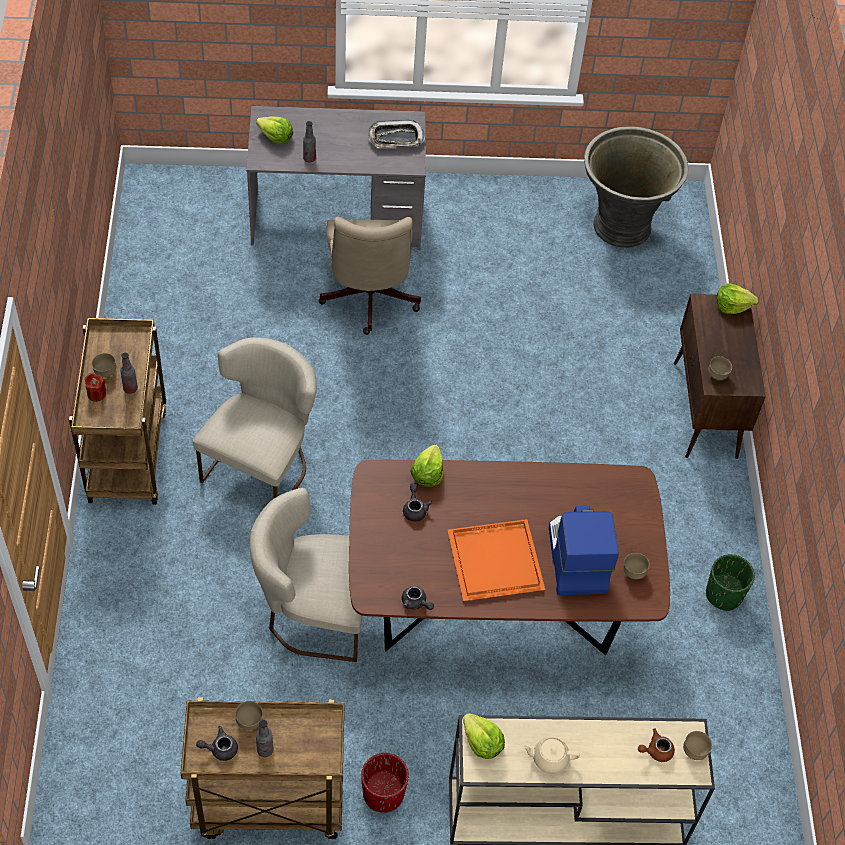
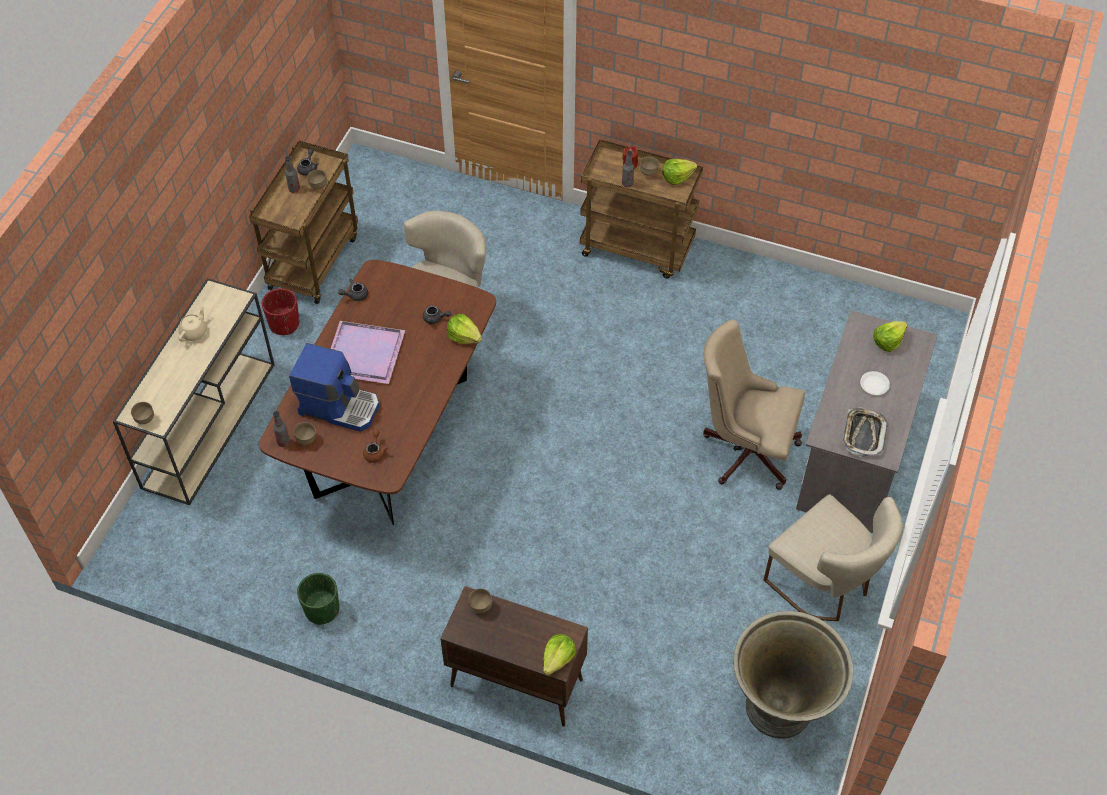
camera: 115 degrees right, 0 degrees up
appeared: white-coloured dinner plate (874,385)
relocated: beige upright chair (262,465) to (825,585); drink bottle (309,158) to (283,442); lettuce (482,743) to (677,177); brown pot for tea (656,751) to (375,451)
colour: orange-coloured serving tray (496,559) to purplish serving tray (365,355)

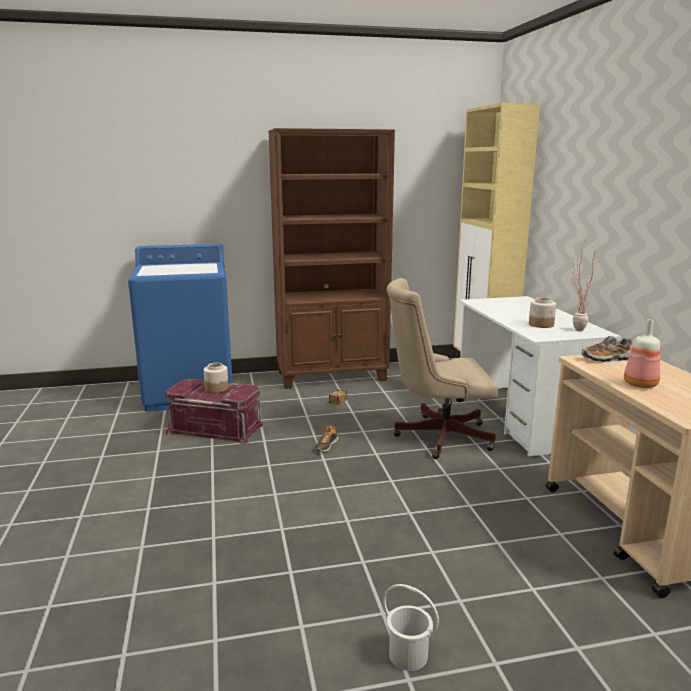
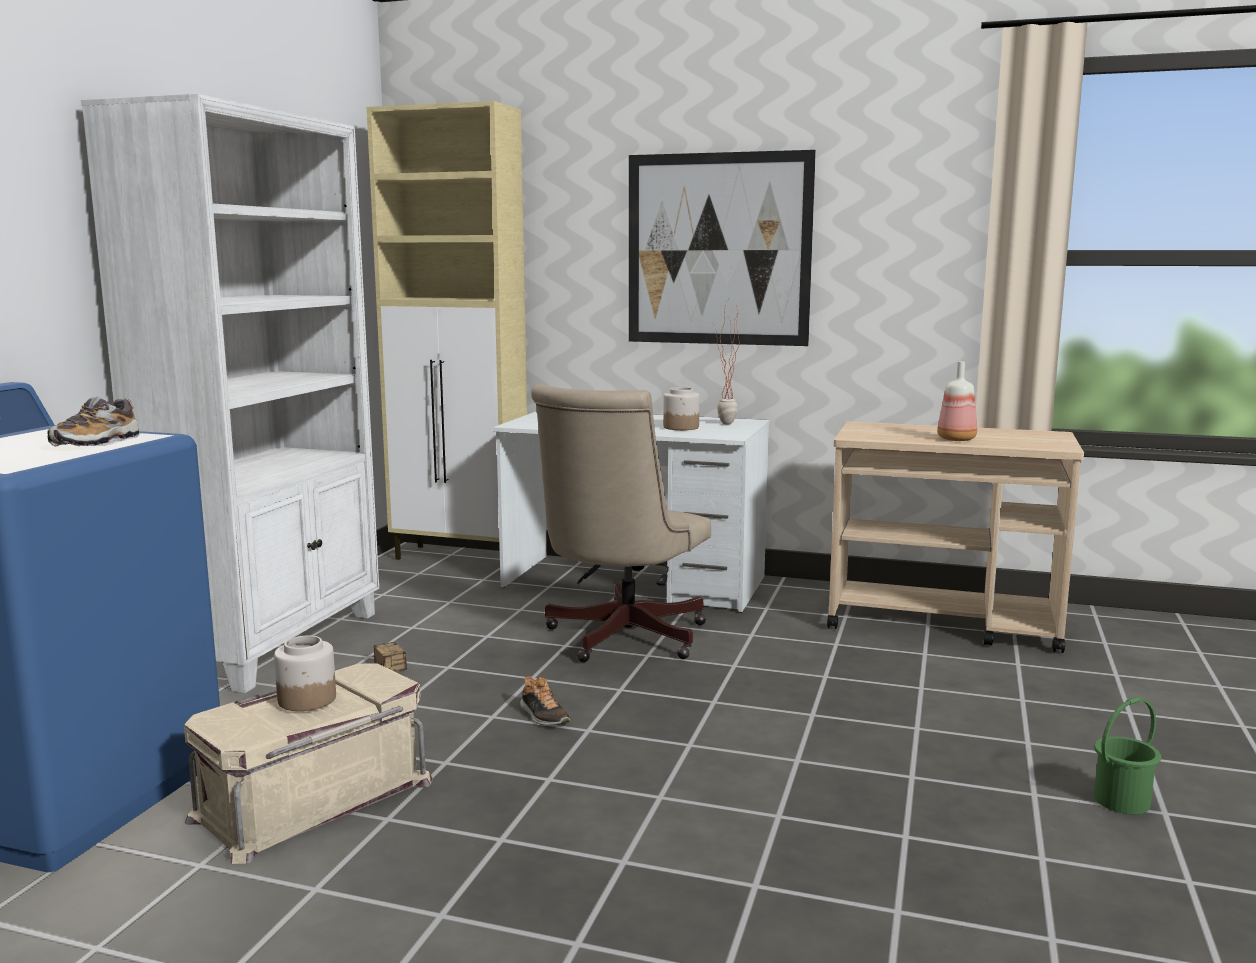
camera: 60 degrees left, 5 degrees down
appeared: wall art (718,250)
relocated: low shoe (606,359) to (96,443)
colour: red storage container (216,428) to beige storage container (312,798); brown bookshelf (332,376) to white-coloured bookshelf (273,643); white-coloured bucket (408,656) to greenish bucket (1122,801)

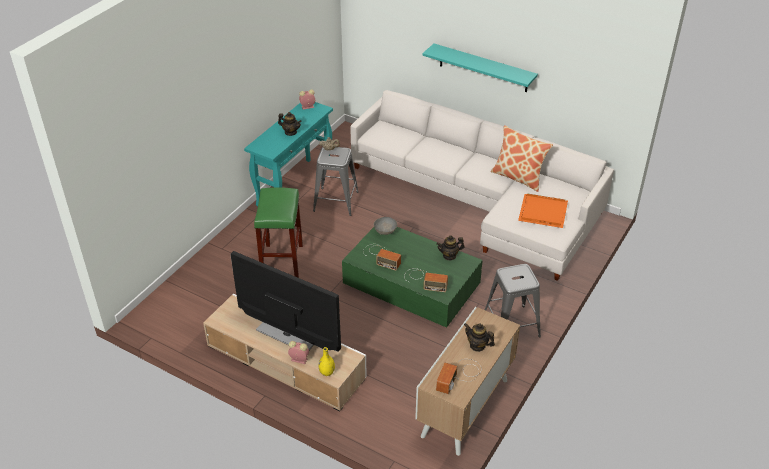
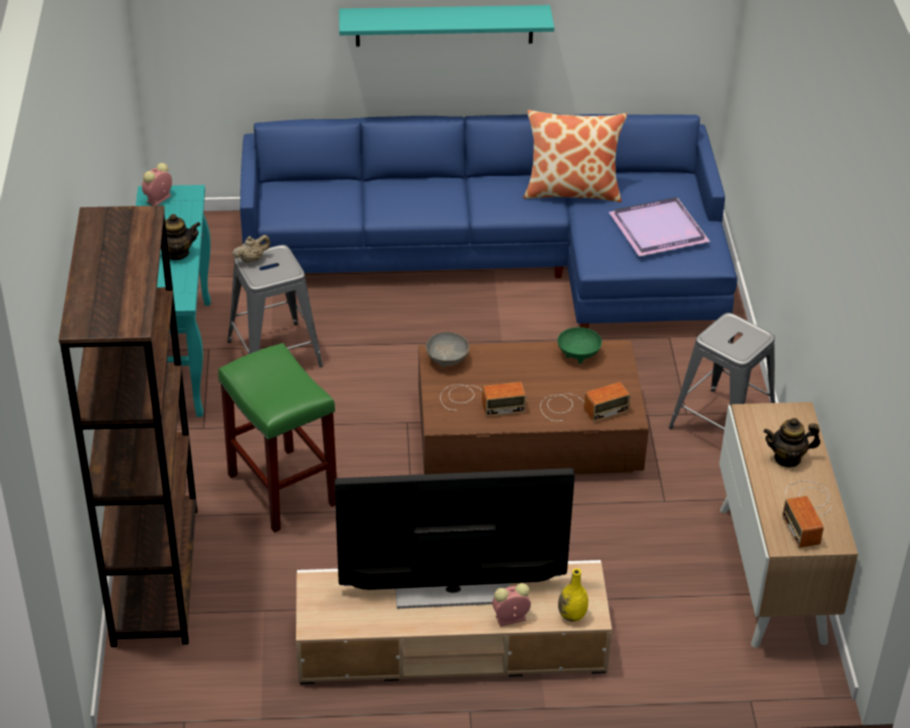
camera: 35 degrees left, 0 degrees up
appeared: brown bookshelf (155,575)
exchanged: pot for tea (449,256) to greenish deep dish (579,354)
colour: greenish lounge table (411,287) to brown lounge table (529,436); white-coloured settee (483,201) to bluish settee (506,256); orange-coloured serving tray (542,212) to purplish serving tray (657,230)

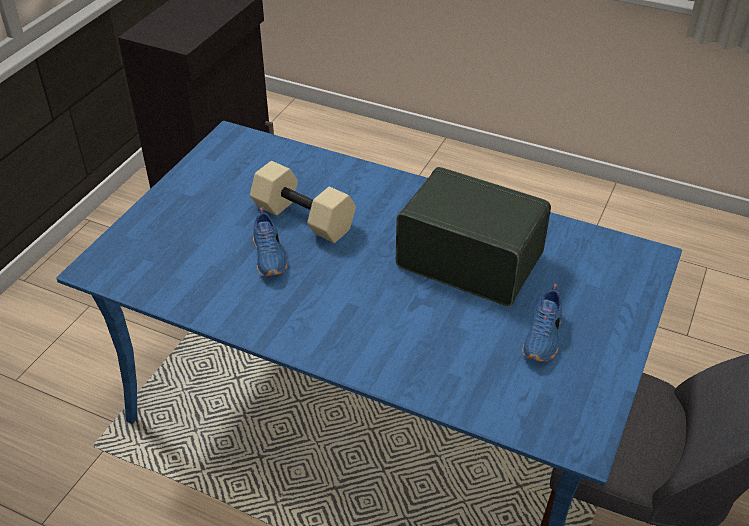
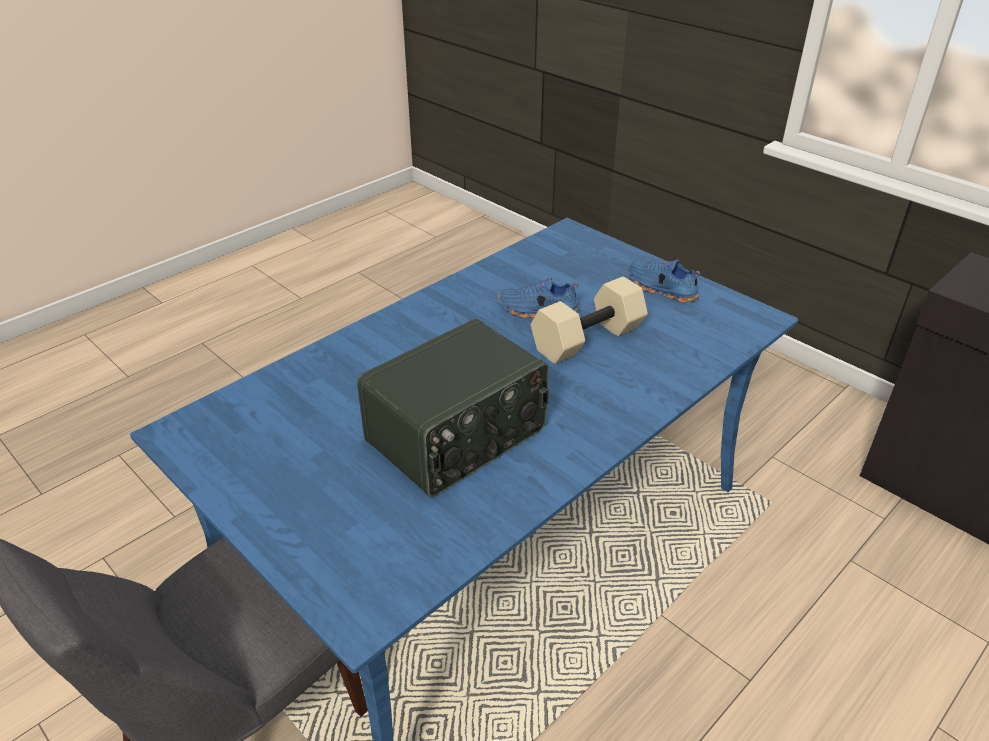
camera: 110 degrees right, 5 degrees down
relocated: bluish low shoe (544,337) to (661,289)

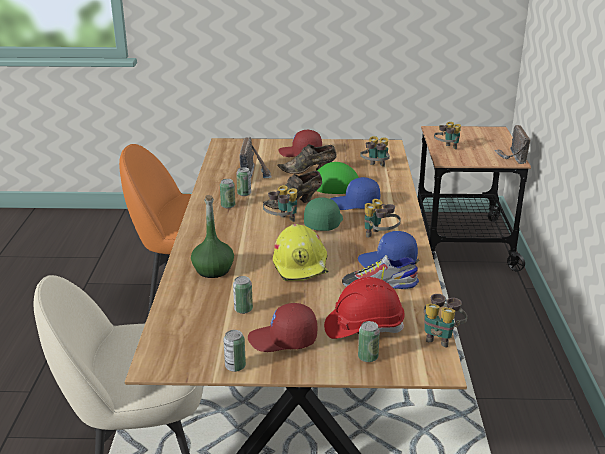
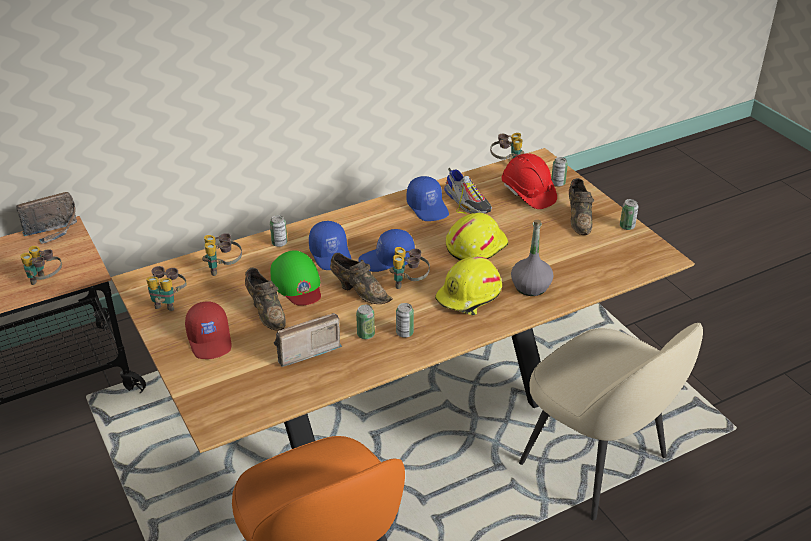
camera: 120 degrees left, 10 degrees up
appeared: yellow-coloured hard hat (469,296)
relocated: sealed can (243,309) to (279,243); pair of binoculars (379,237) to (168,302)
exchanged: red cap (283,340) to brown low shoe (579,219)
colour: greenish drink bottle (213,270) to gray drink bottle (530,286); greenish cap (323,222) to bluish cap (387,260)

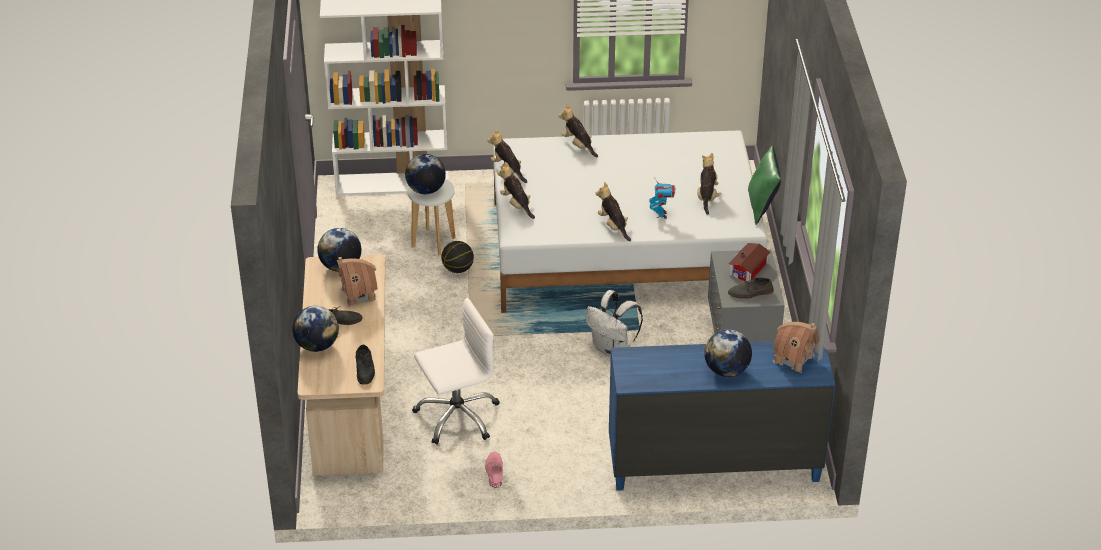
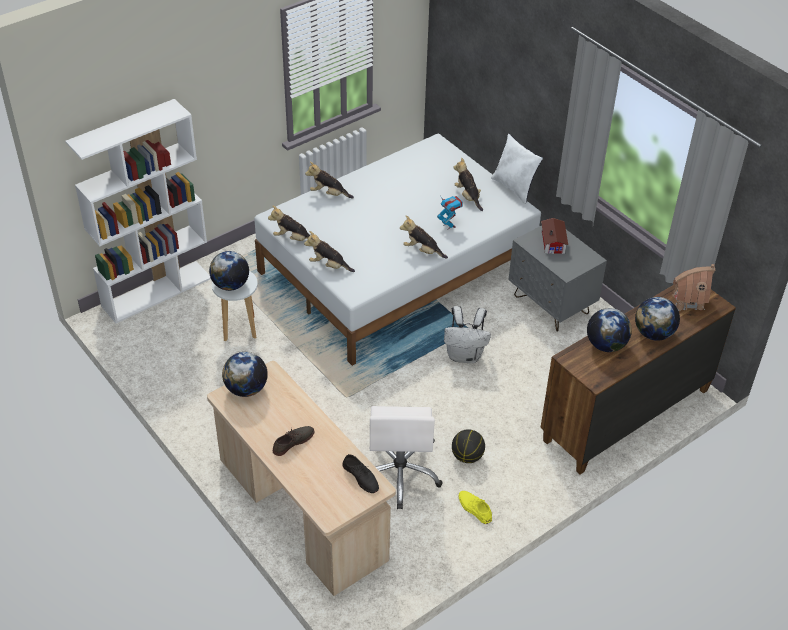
camera: 35 degrees left, 5 degrees up
missing: miniature house (358,294); gray low shoe (750,293)
relocated: globe (317,345) to (606,345); basketball (458,269) to (467,456)
colour: pink low shoe (494,471) to yellow-coloured low shoe (474,508); bluish dresser (713,464) to brown dresser (625,415); greenish pillow (762,207) to white-coloured pillow (514,188)
spun: white-coloured computer chair (457,416) = (400,474) 150 degrees clockwise

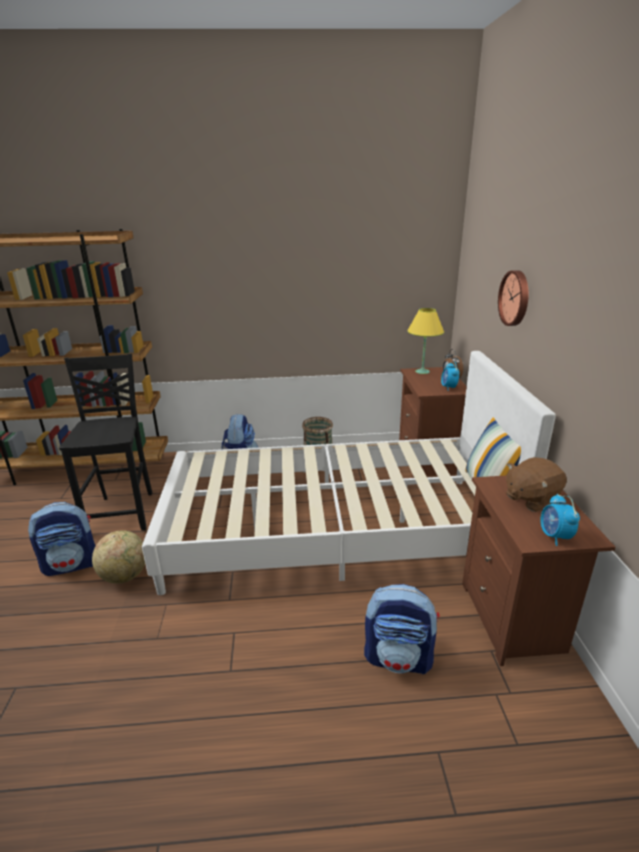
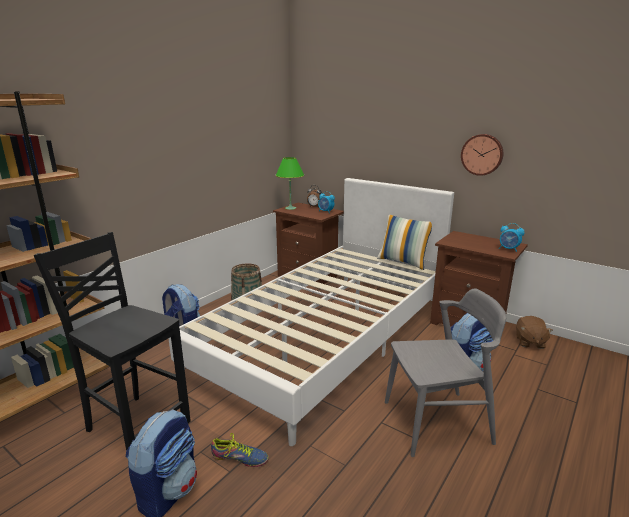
camera: 50 degrees left, 5 degrees down
appeared: gray upright chair (437,422)
relocated: hanging clock (515,298) to (482,154); brown cuddly toy (531,498) to (529,342)
exchanged: globe (125,575) to low shoe (239,458)
colour: yellow-coloured table lamp (422,371) to greenish table lamp (290,208)

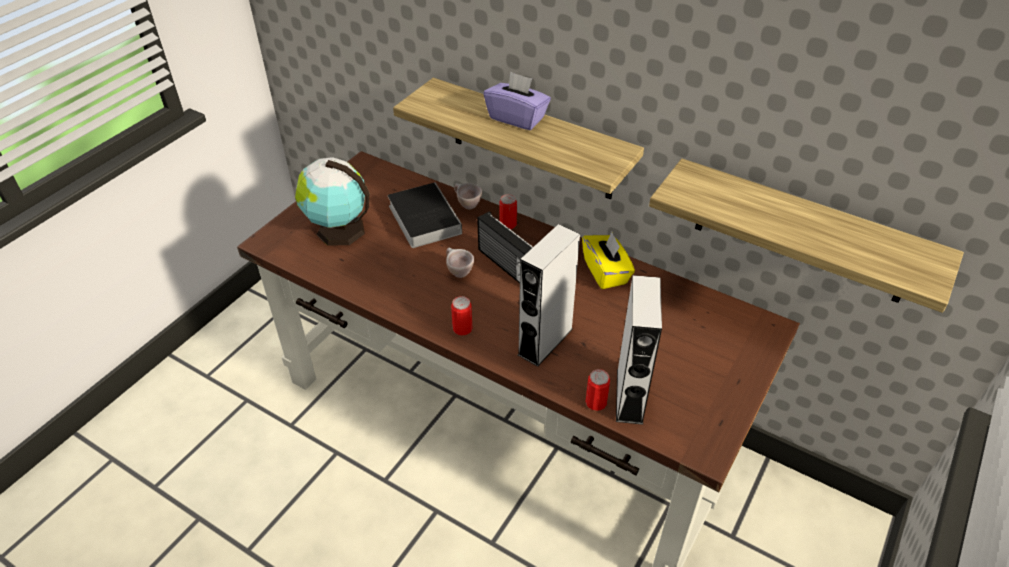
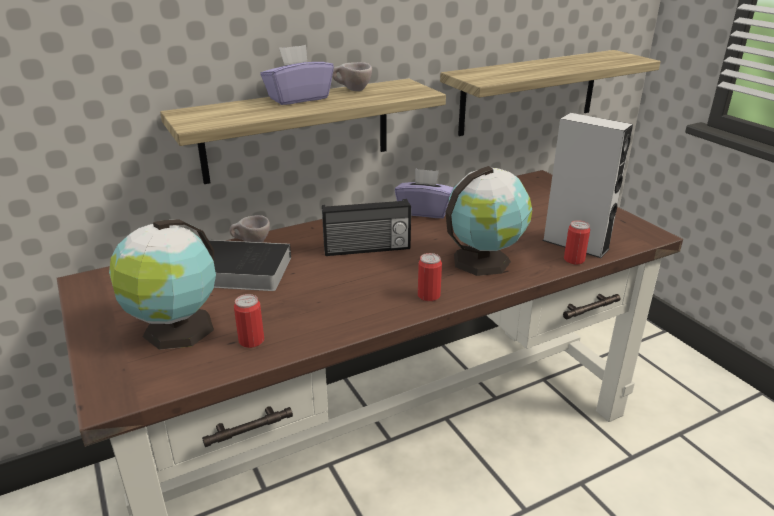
camera: 60 degrees left, 15 degrees down
relocated: beige cup (457,272) to (352,90); sealed can (508,224) to (251,340)
exchanged: gray audio speaker (545,341) to globe (484,260)
colour: yellow-coloured tissue box (606,272) to purplish tissue box (424,211)

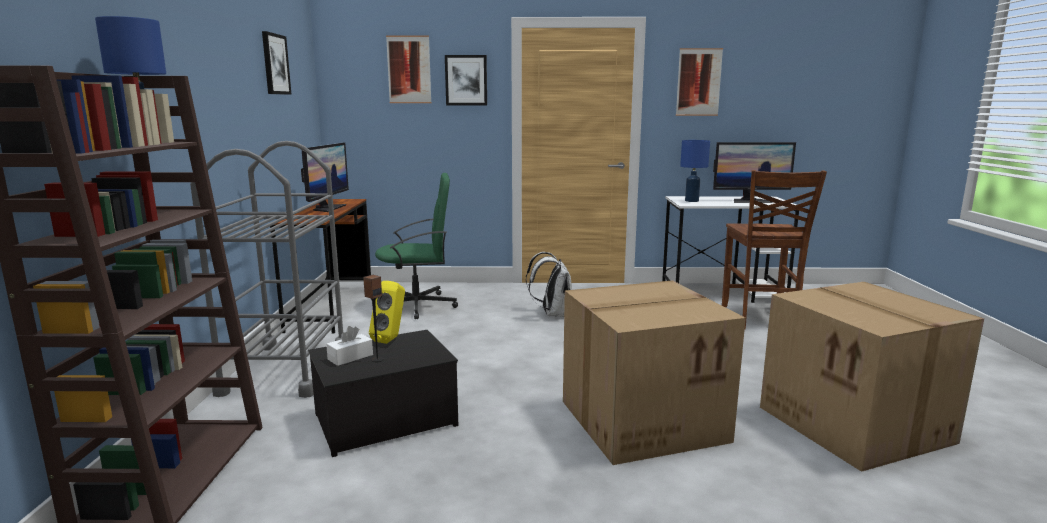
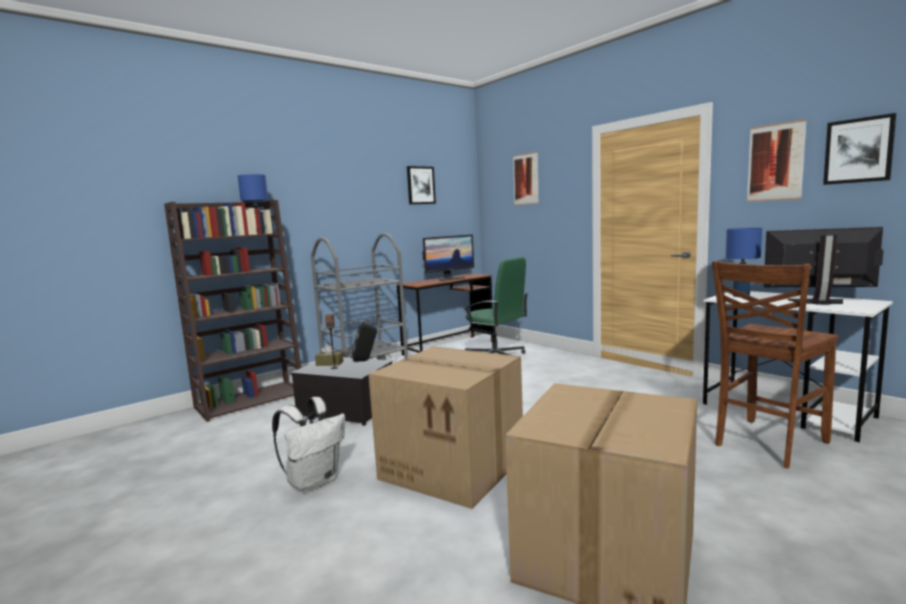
camera: 50 degrees right, 5 degrees down
relocated: wall art (466,80) to (858,150); white-coloured backpack (552,314) to (314,481)
colour: white-coloured tissue box (350,357) to brown tissue box (329,363); yellow-coloured audio speaker (391,339) to blackish audio speaker (365,360)
spun: computer display (749,201) = (819,302) 150 degrees clockwise

